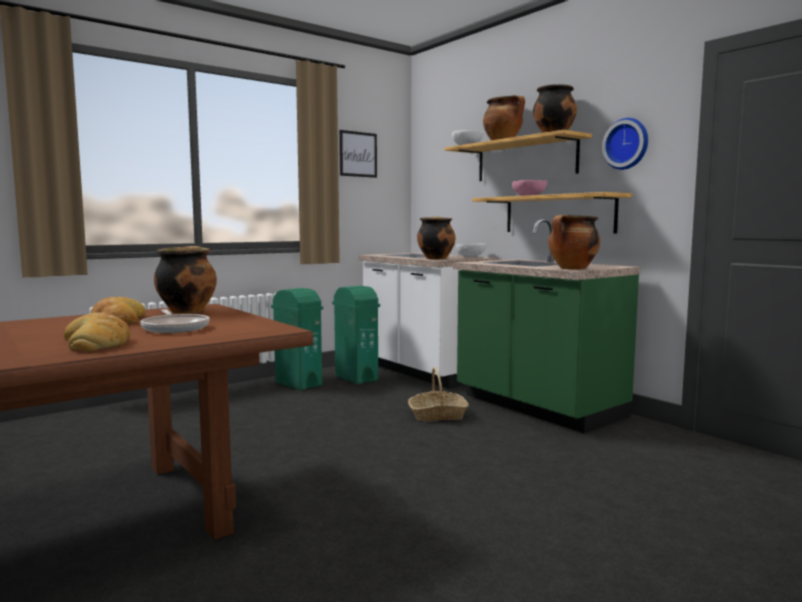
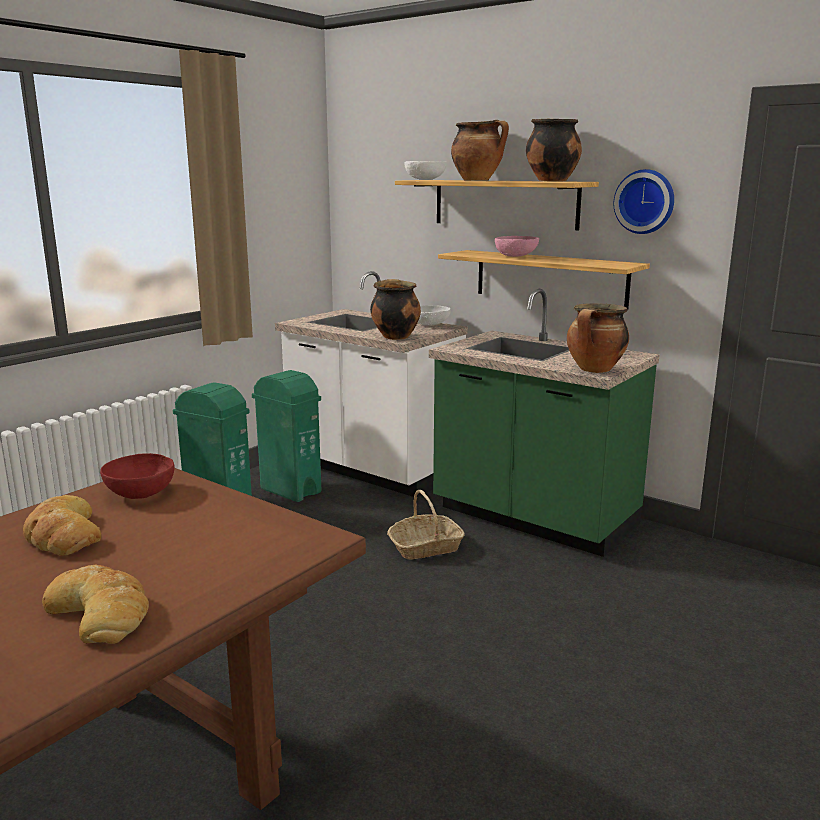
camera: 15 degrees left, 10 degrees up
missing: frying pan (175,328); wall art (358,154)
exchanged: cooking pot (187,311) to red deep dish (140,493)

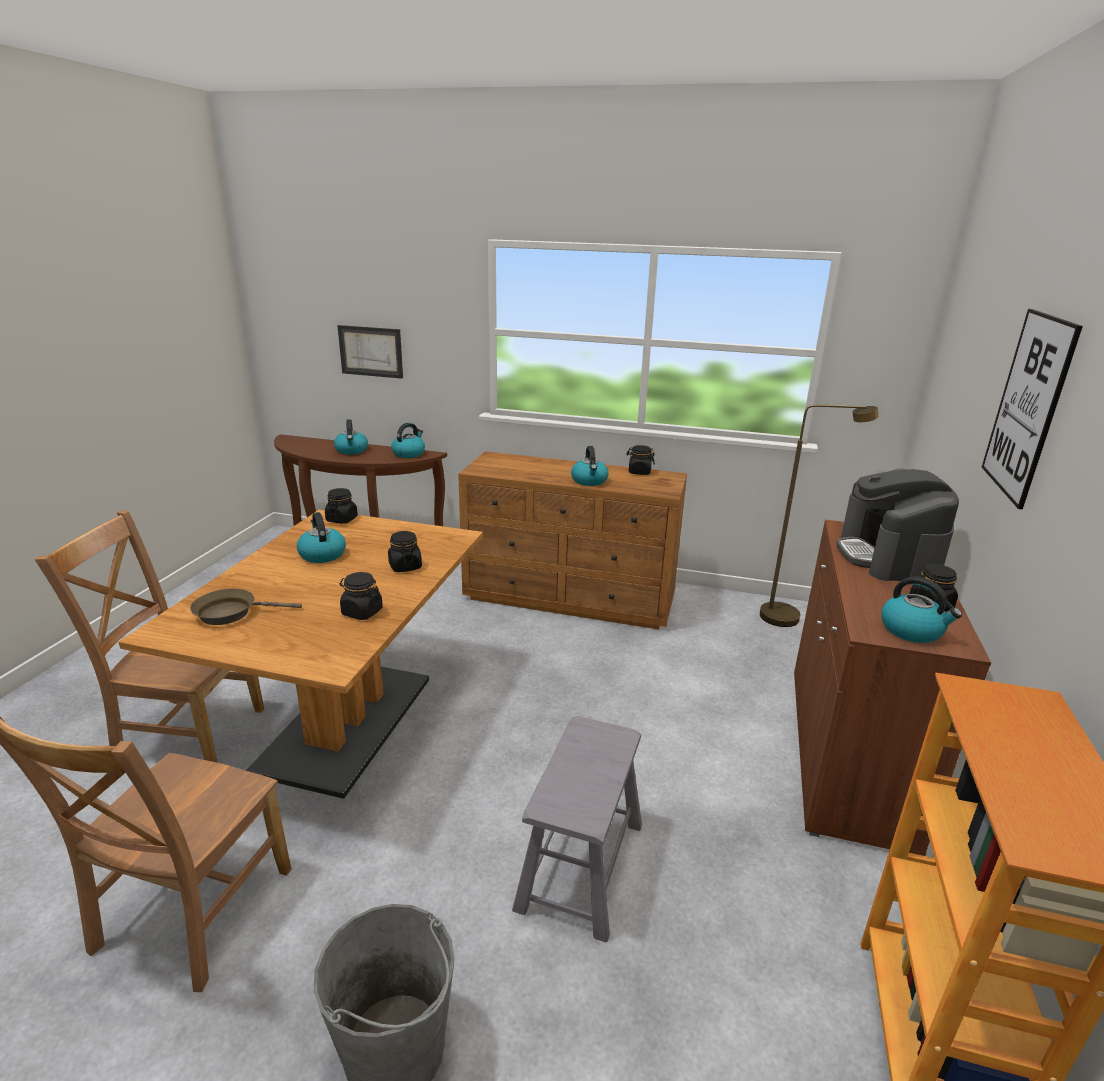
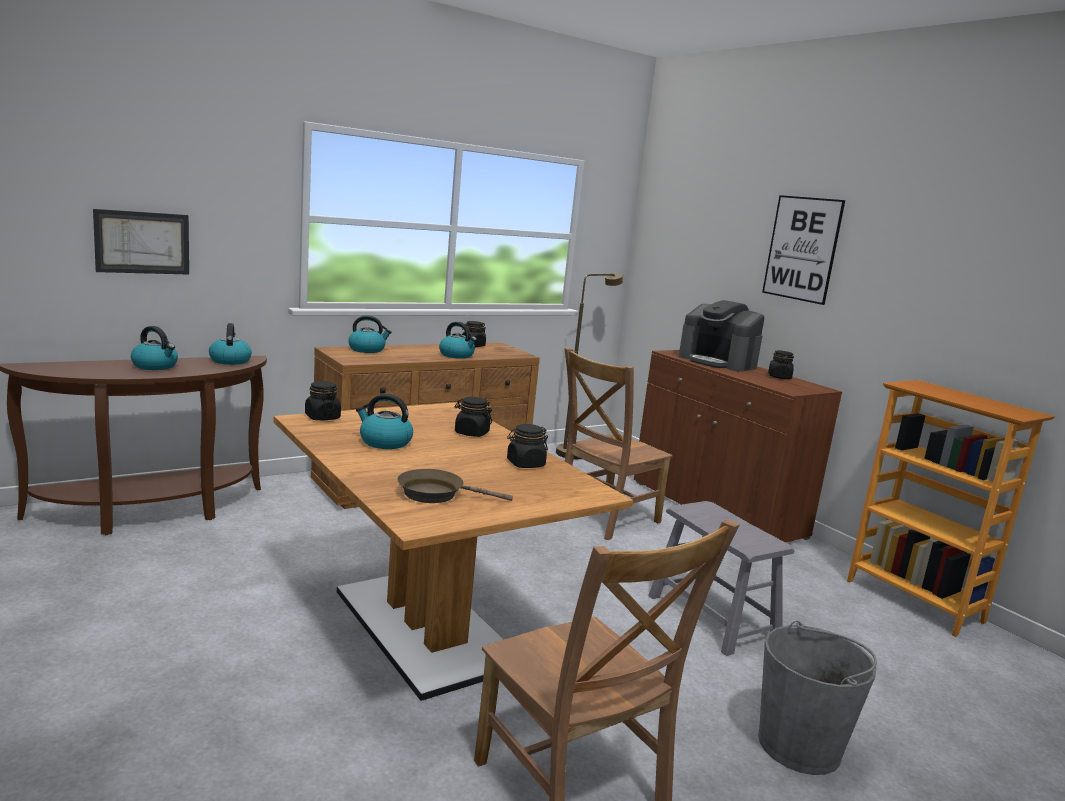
camera: 50 degrees left, 10 degrees down
relocated: brown upright chair (186,732) to (603,518); tea kettle (912,630) to (367,350)
spun: brown frying pan (231,613) = (436,494) 60 degrees clockwise

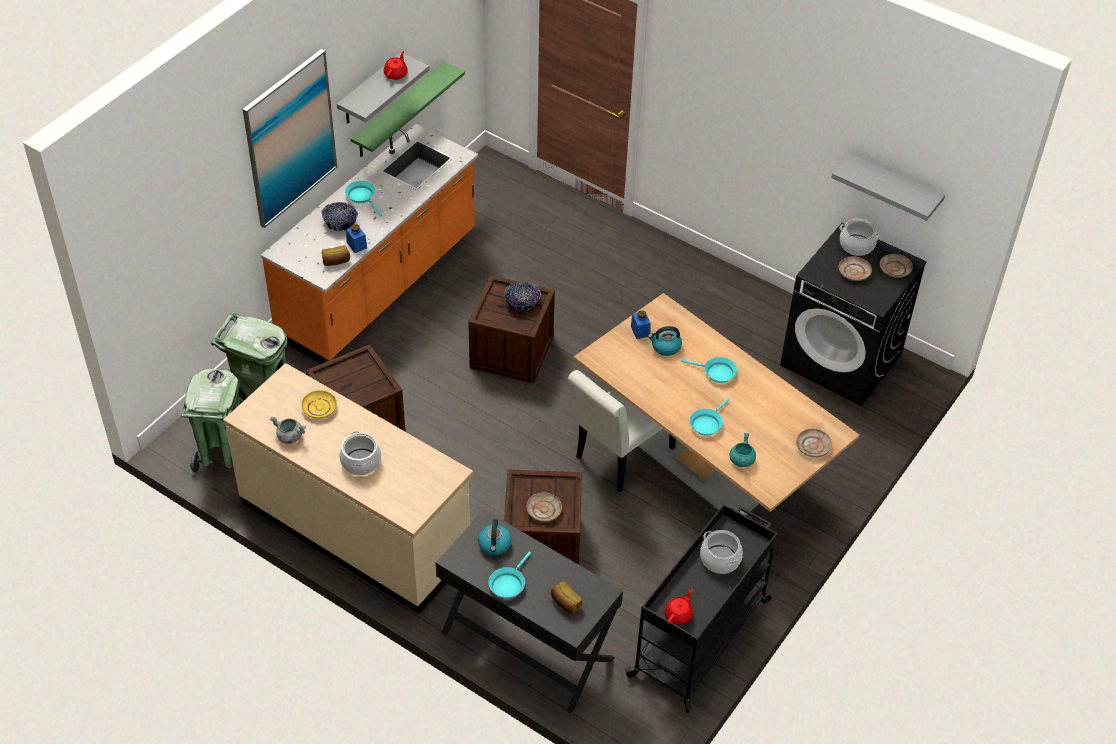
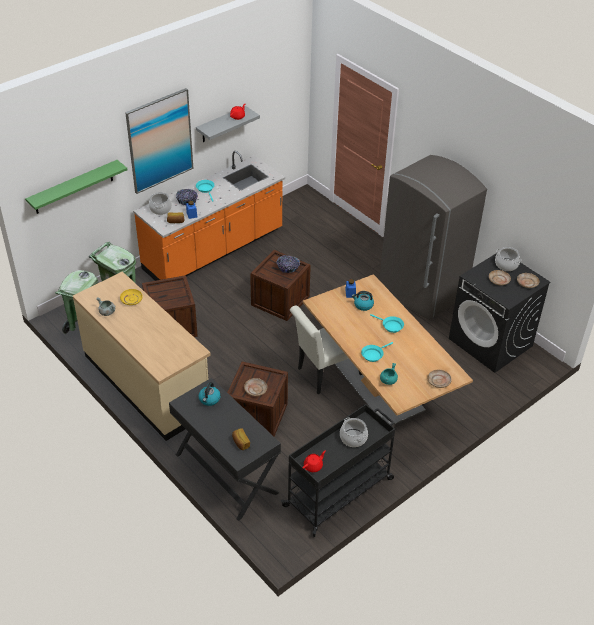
camera: 15 degrees right, 5 degrees down
missing: turquoise frying pan (508,583); gray bracket shelf (894,186)
appeared: gray kitchen fridge (422,291)
relocated: cooking pot (361,462) to (160,209); greenish bracket shelf (399,111) to (73,187)

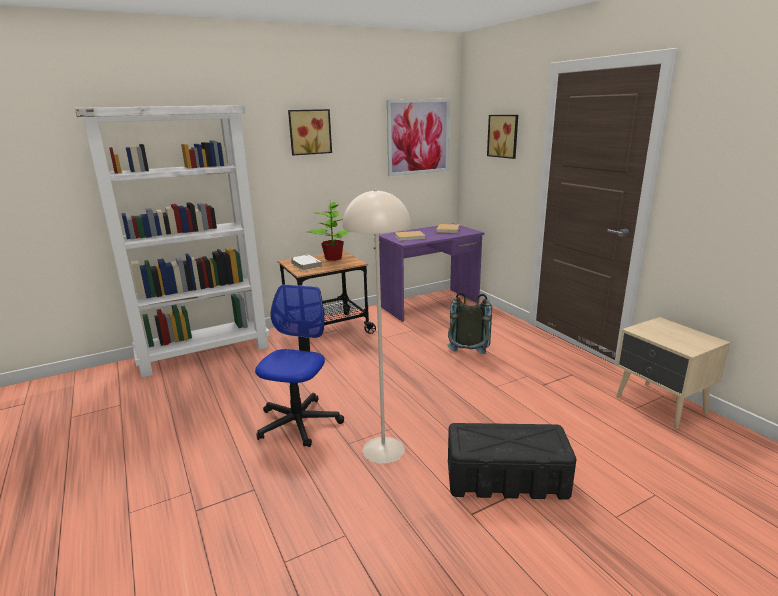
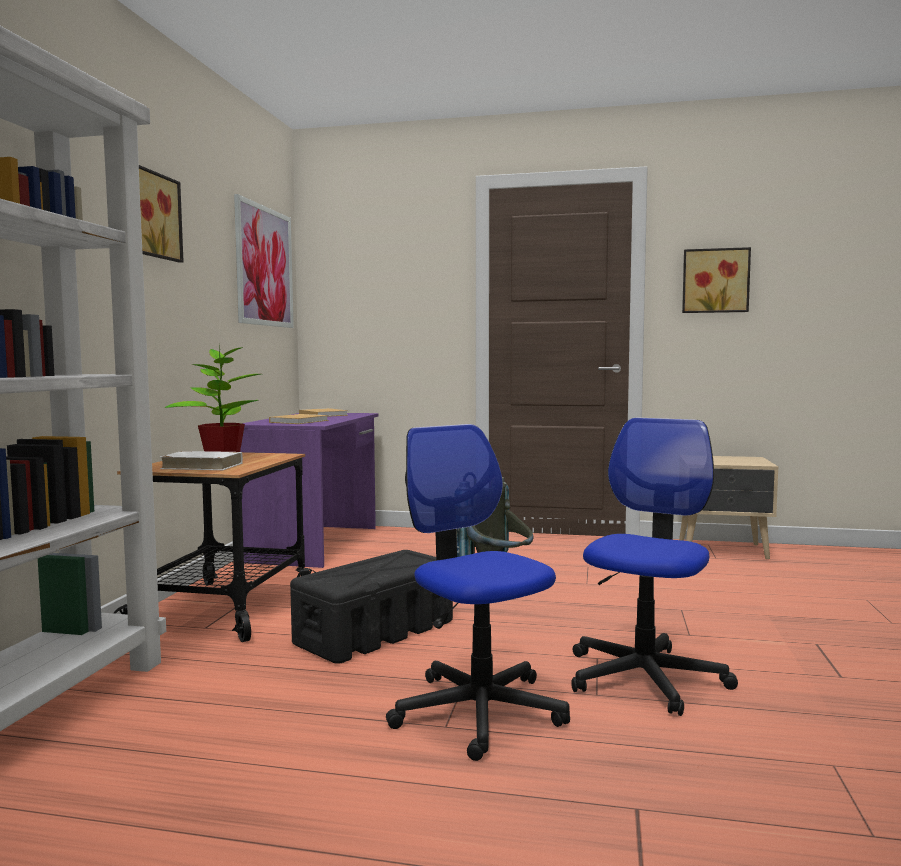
camera: 50 degrees left, 15 degrees down
relocated: blackish storage container (507,479) to (376,632); wall art (504,136) to (715,281)
exchanged: beige standard lamp (383,450) to computer chair (645,678)

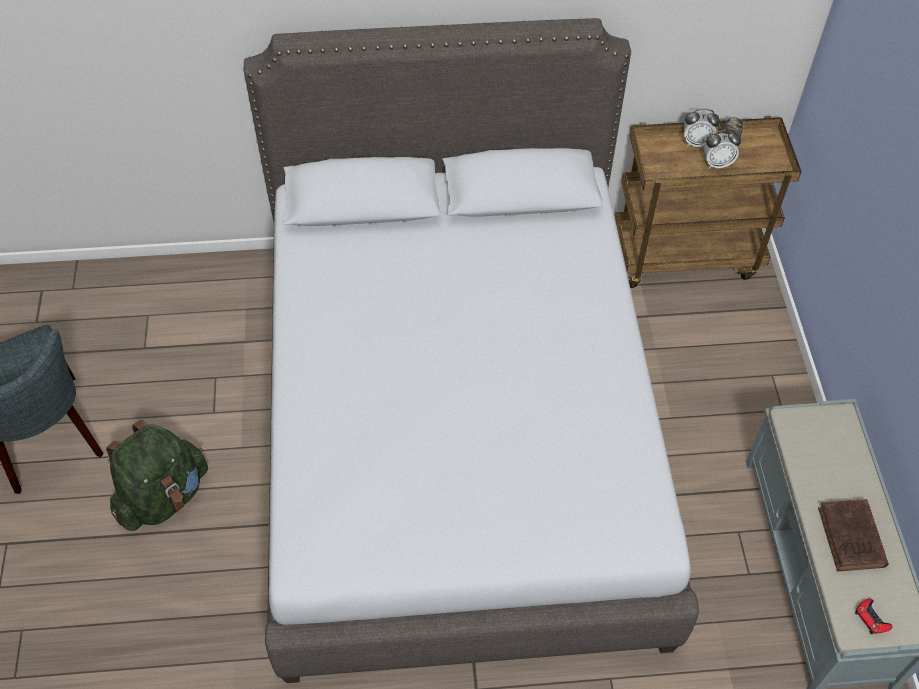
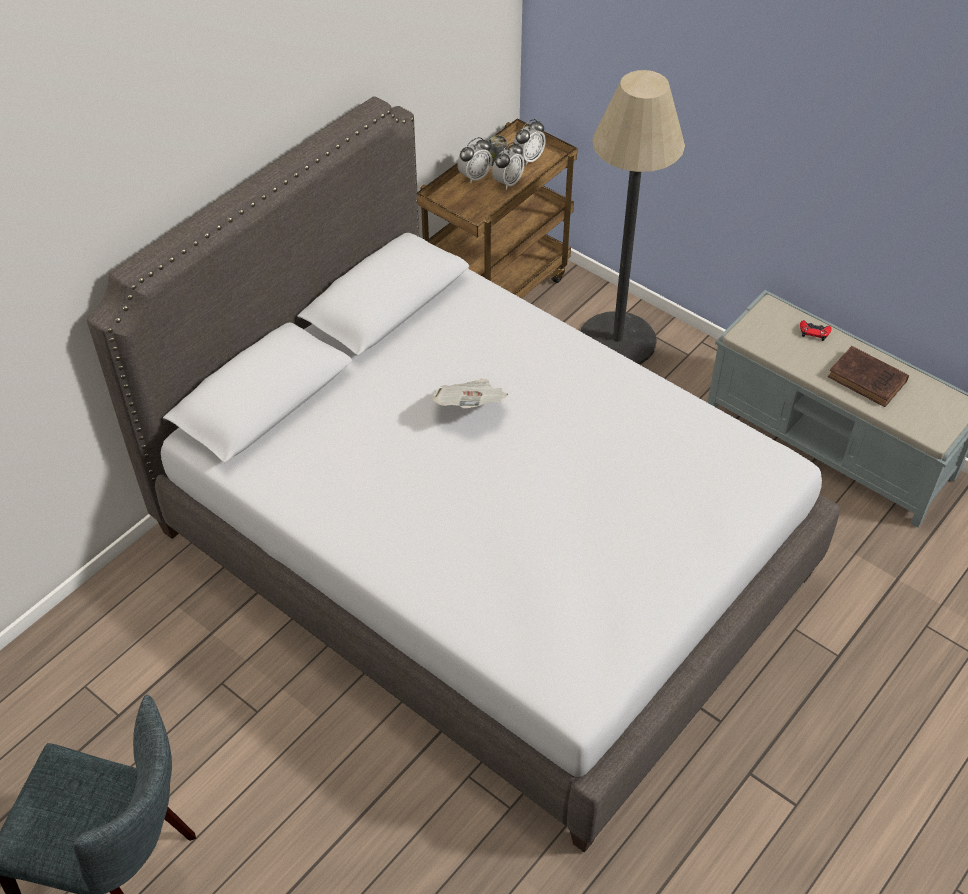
camera: 45 degrees left, 5 degrees down
missing: greenish backpack (163,496)
appeared: printed paper (470,407); alarm clock (528,159); standard lamp (617,340)
relocated: red game controller (871,618) to (814,332)

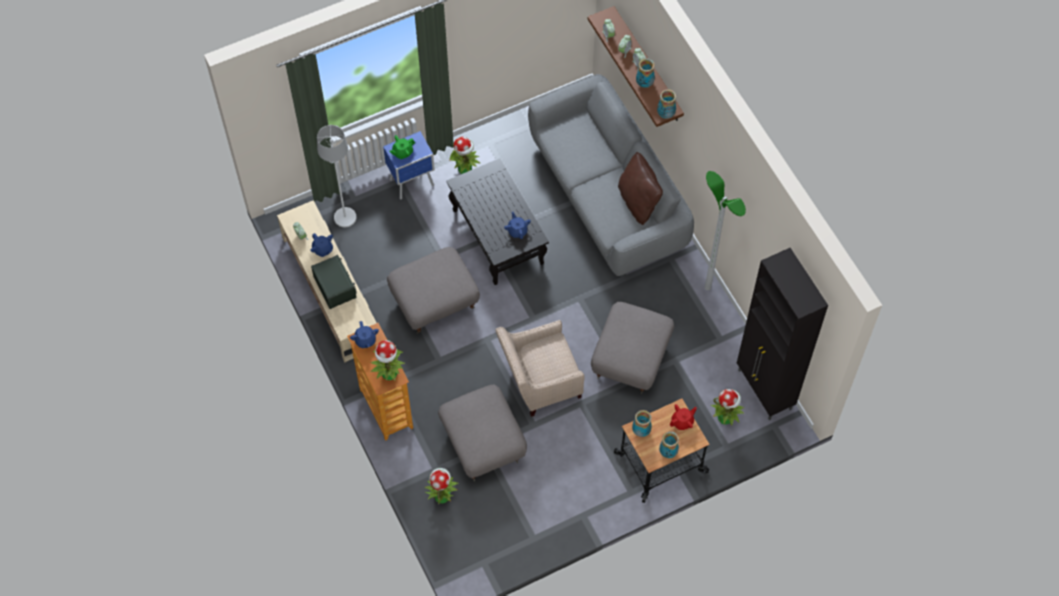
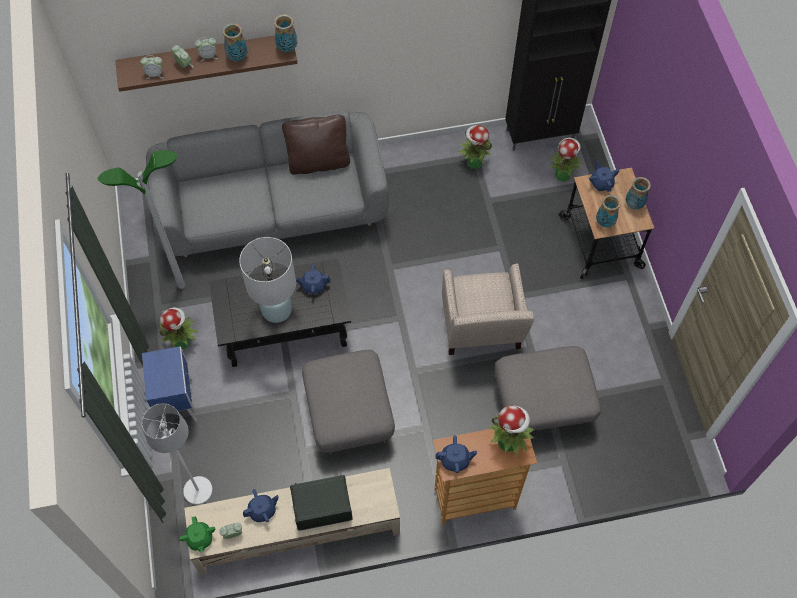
camera: 75 degrees left, 0 degrees up
missing: gray footrest (631,359)
appeared: white-coloured table lamp (277,309)
relocated: greenish pot for tea (402,152) to (200,538); plant in a pot (441,495) to (473,162); standard lamp (708,287) to (181,285)
colour: red pot for tea (682,421) to bluish pot for tea (601,183)

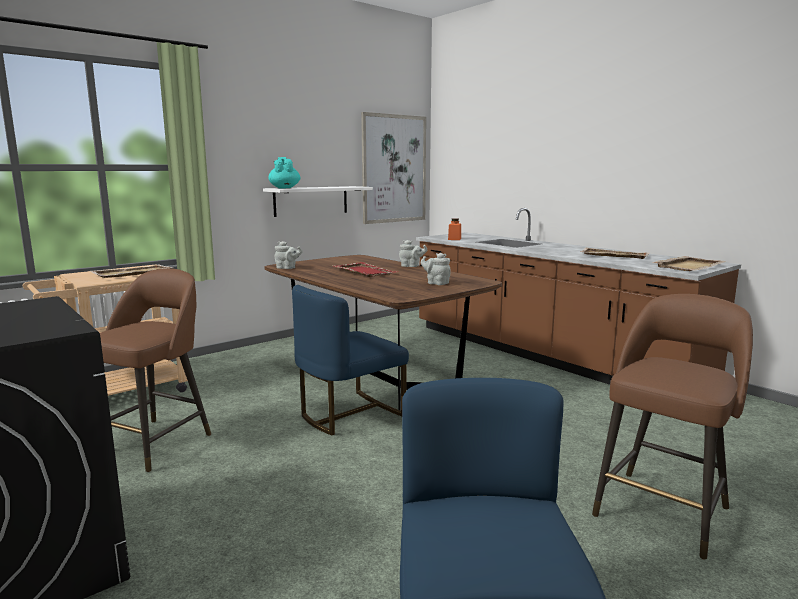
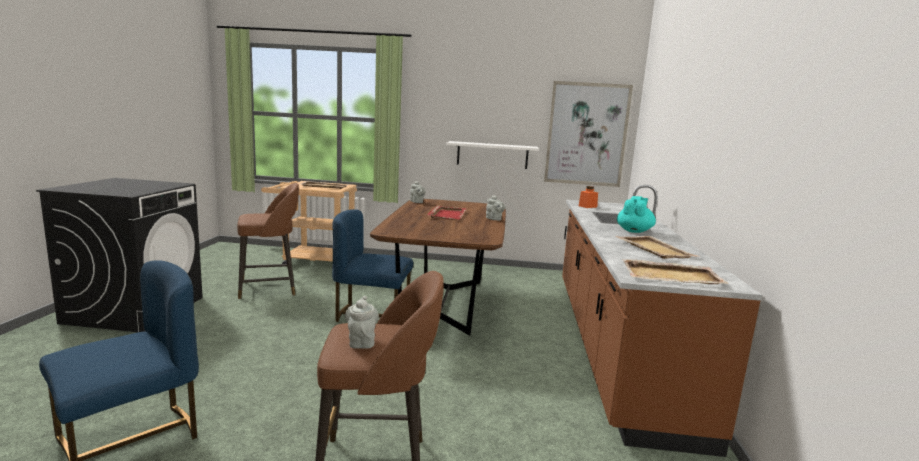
camera: 45 degrees right, 0 degrees up
relocated: turquoise pot for tea (284,188) to (634,231); gray pot for tea (436,283) to (361,341)

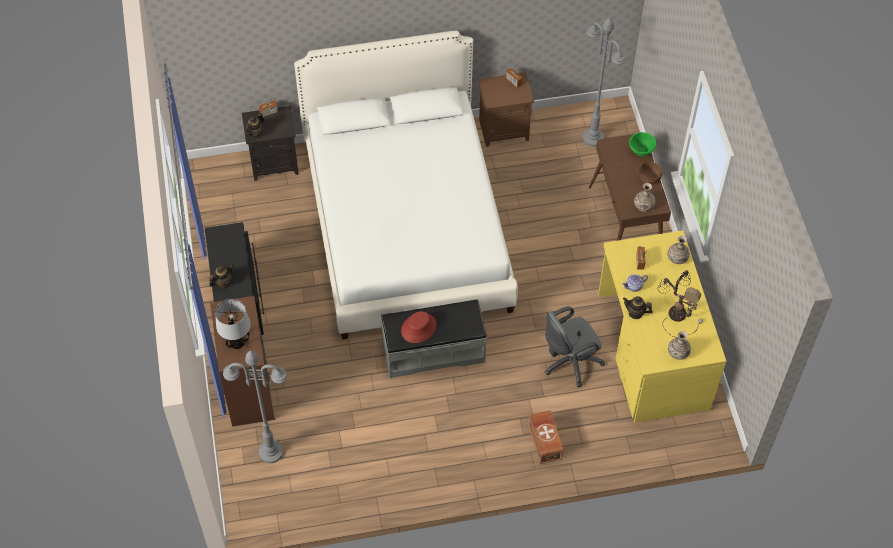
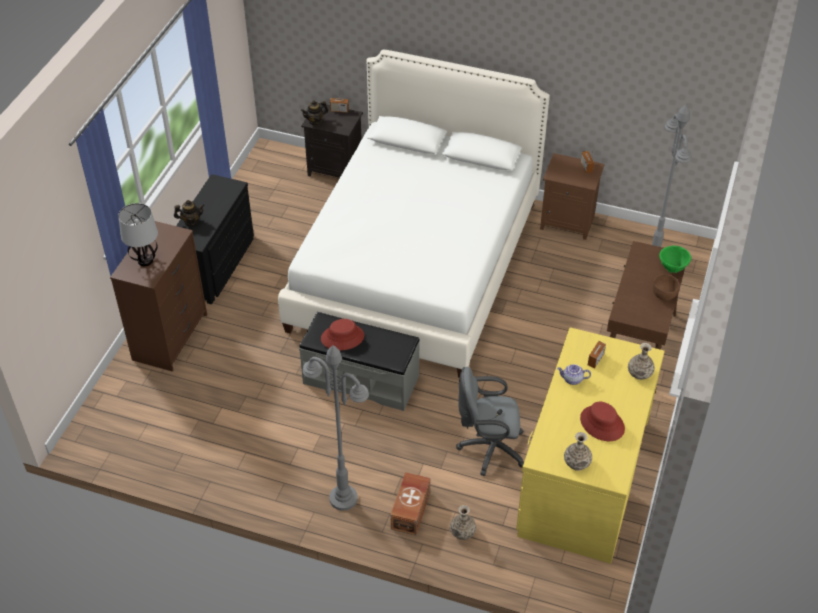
camera: 30 degrees right, 10 degrees down
missing: pot for tea (635,313)
relocated: gray standard lamp (270,452) to (343,498); vase (643,205) to (462,532)
exchanged: table lamp (676,313) to red hat (602,424)

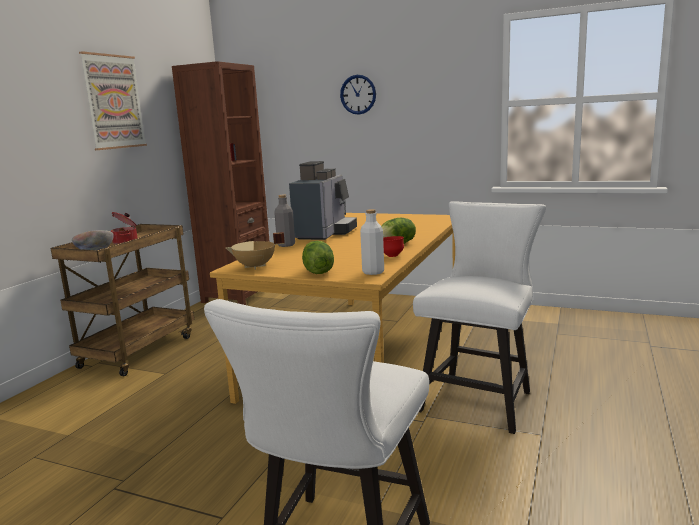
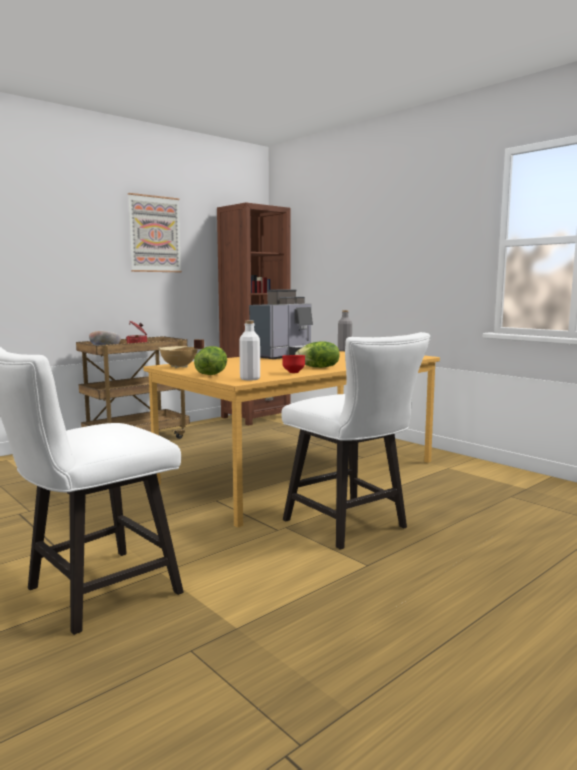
camera: 25 degrees right, 5 degrees down
missing: hanging clock (358,94)
relocated: gray drink bottle (286,245) to (344,350)
spun: white-coloured upright chair (479,398) = (351,526) 90 degrees clockwise

